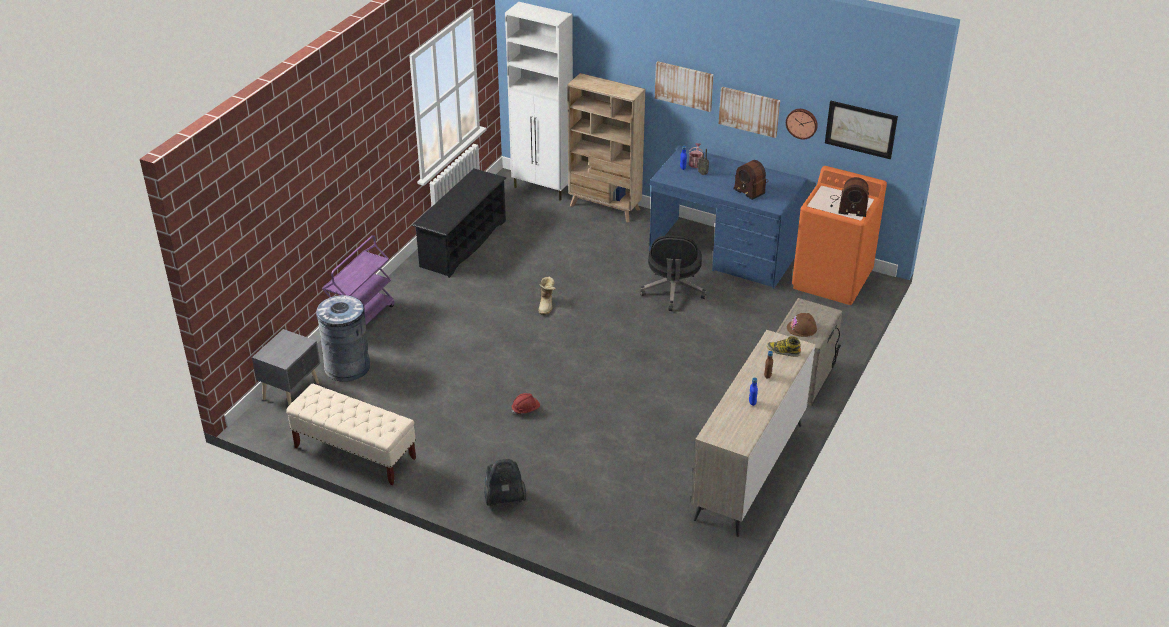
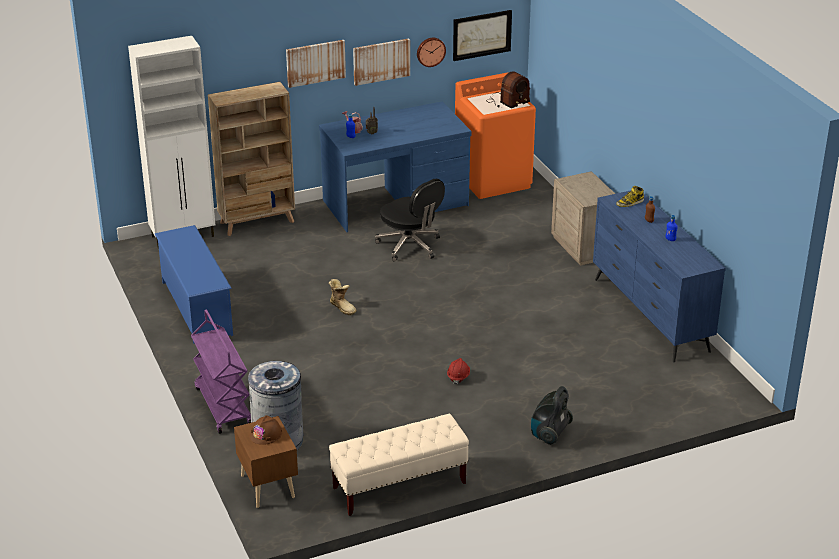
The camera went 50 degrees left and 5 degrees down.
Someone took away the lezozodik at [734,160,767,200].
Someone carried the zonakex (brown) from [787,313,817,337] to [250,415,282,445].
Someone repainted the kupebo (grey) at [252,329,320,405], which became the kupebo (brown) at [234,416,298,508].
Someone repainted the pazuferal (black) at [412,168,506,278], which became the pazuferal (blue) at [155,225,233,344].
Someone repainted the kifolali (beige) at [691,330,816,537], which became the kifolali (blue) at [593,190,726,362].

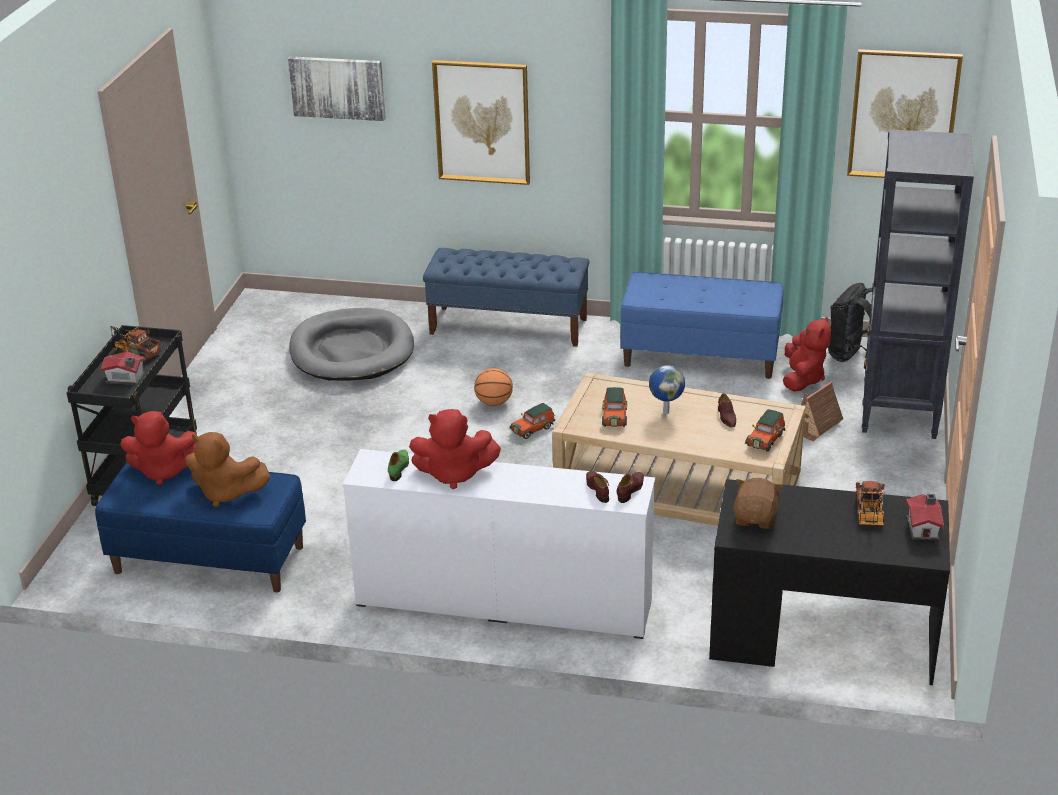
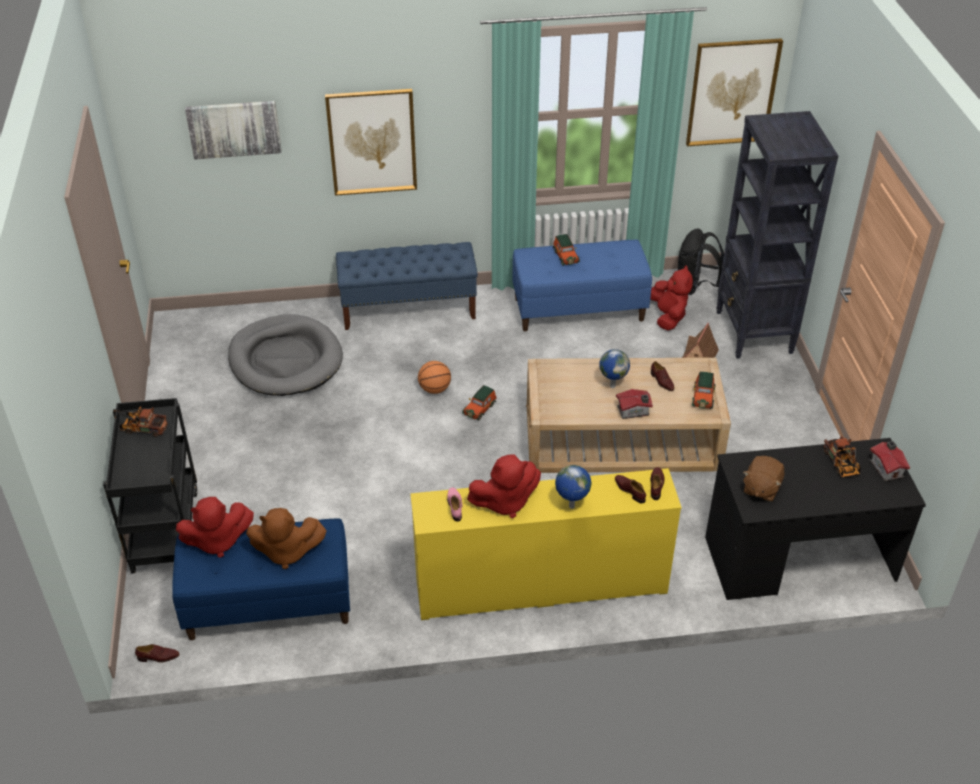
The camera went 20 degrees left and 10 degrees up.
Someone put down the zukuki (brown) at [135,644,179,663].
Someone put down the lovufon at [555,465,591,509].
Someone carried the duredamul from [101,352,146,385] to [616,389,653,419].
Someone carried the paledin from [602,387,627,427] to [553,234,580,266].
Someone repainted the kifolali (white) at [342,449,655,639], which became the kifolali (yellow) at [410,468,682,620].
Someone repainted the zukuki (green) at [388,450,409,481], which became the zukuki (pink) at [447,487,463,522].
Someone rotated the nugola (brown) at [734,478,783,529] by 150 degrees counterclockwise.

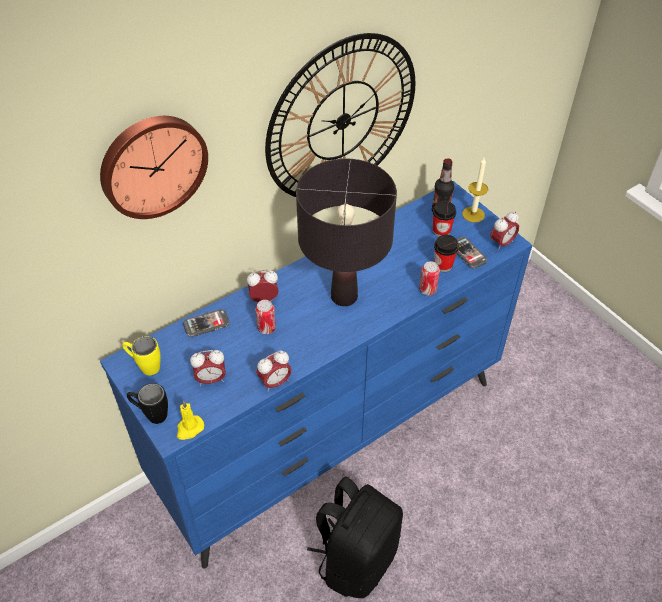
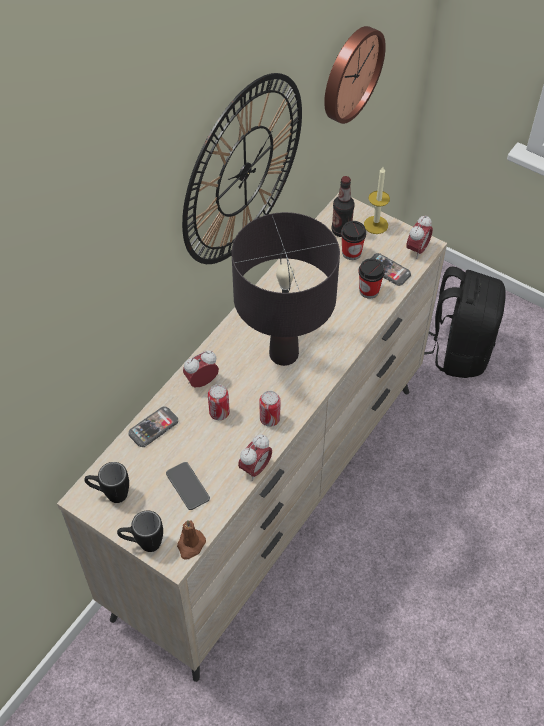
The camera went 20 degrees left and 5 degrees up.
Someone carried the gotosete from [100,116,208,219] to [324,26,386,124].
Someone carried the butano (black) from [307,477,403,598] to [424,267,506,378].
Someone carried the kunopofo from [419,261,440,295] to [259,391,281,427].
Someone swapped the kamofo at [190,350,226,386] for the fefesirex at [166,462,210,510].
Someone repainted the kifolali (blue) at [100,181,532,569], which became the kifolali (beige) at [57,193,447,682].
Someone repainted the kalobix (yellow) at [123,336,161,375], which became the kalobix (black) at [84,462,129,503].
Someone repainted the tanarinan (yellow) at [177,401,204,440], which became the tanarinan (brown) at [177,520,206,560].

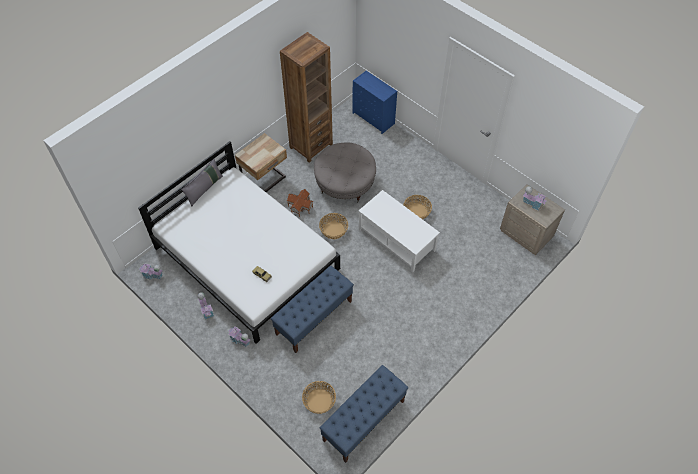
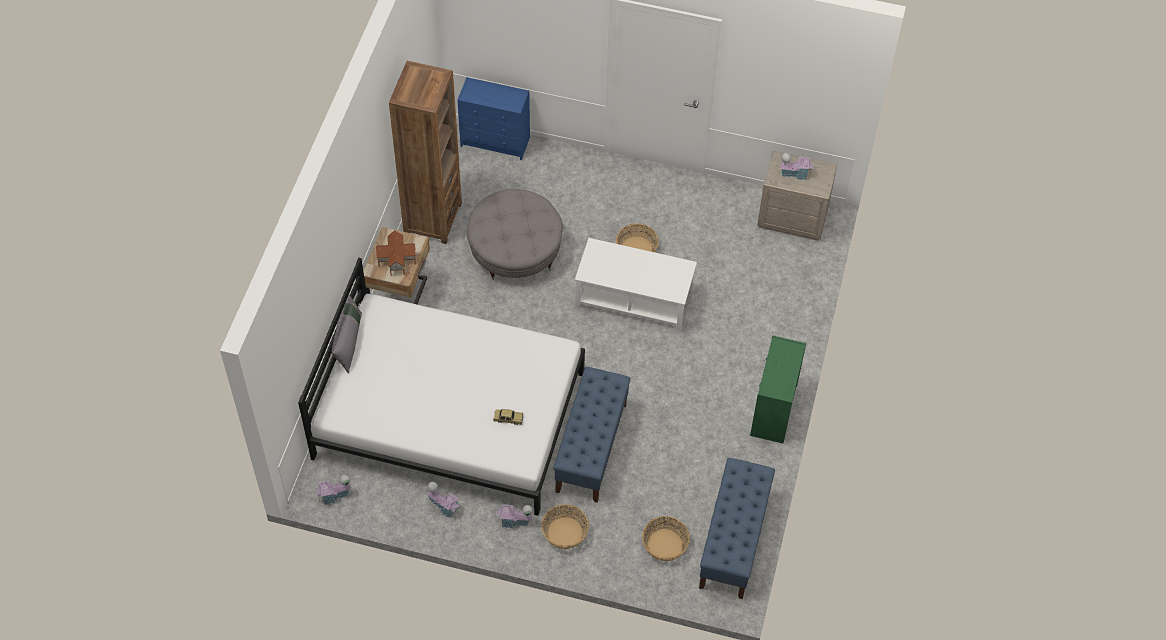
The camera went 30 degrees left and 0 degrees up.
Someone put down the kifolali (green) at [750,335,806,443].
Someone carried the duredamul from [287,189,313,217] to [376,230,416,276].
Someone carried the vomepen from [319,213,348,239] to [541,504,589,549].

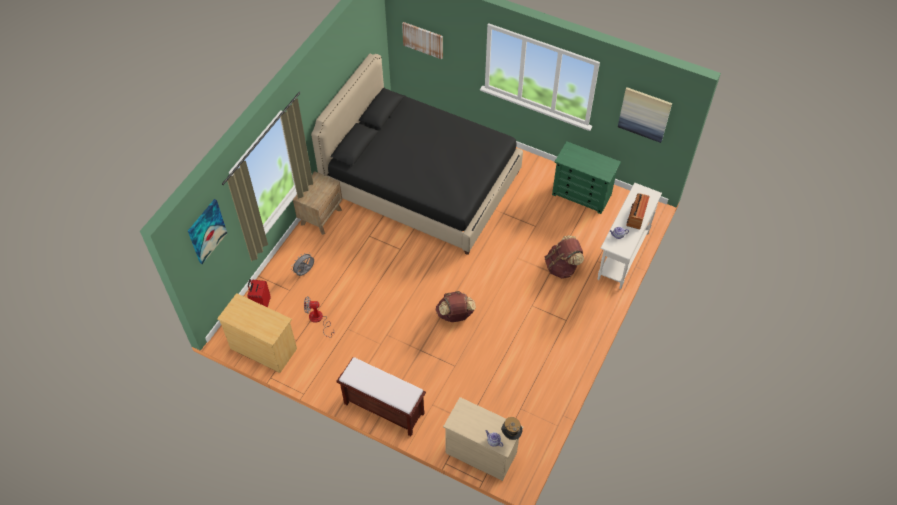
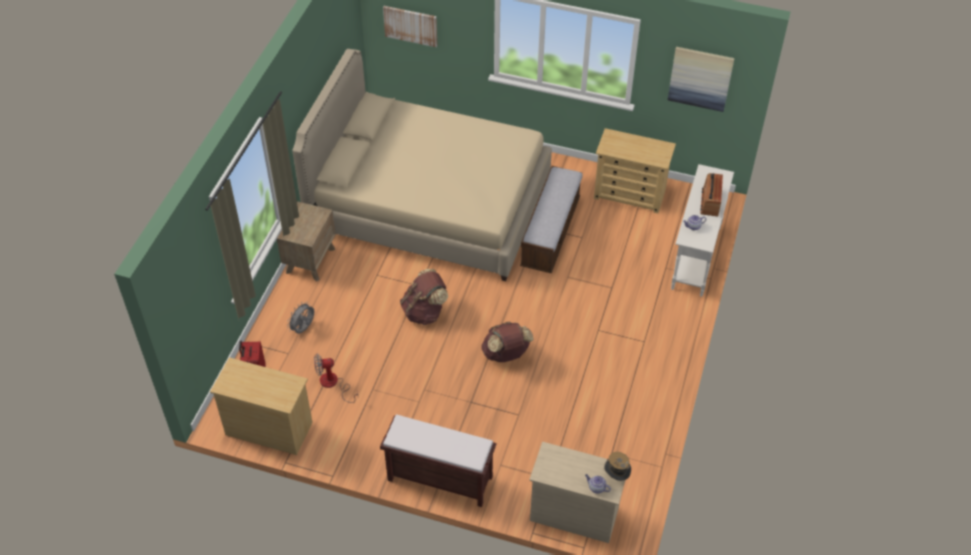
The camera went 10 degrees left and 5 degrees down.
Someone took away the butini at [188,199,227,264].
Someone put down the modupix at [520,166,583,274].
Someone carried the butano (brown) from [545,236,584,279] to [400,269,448,325].
Someone repainted the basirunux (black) at [311,54,523,255], which became the basirunux (beige) at [292,49,552,281].
Someone repainted the kifolali (green) at [552,141,621,214], which became the kifolali (beige) at [594,128,676,213].

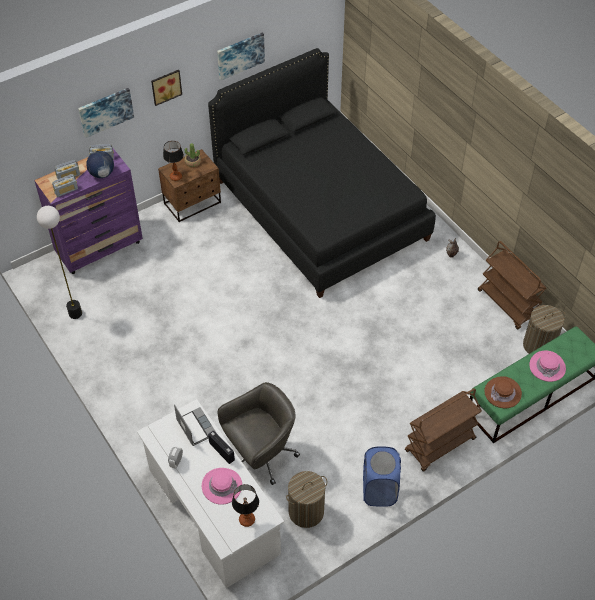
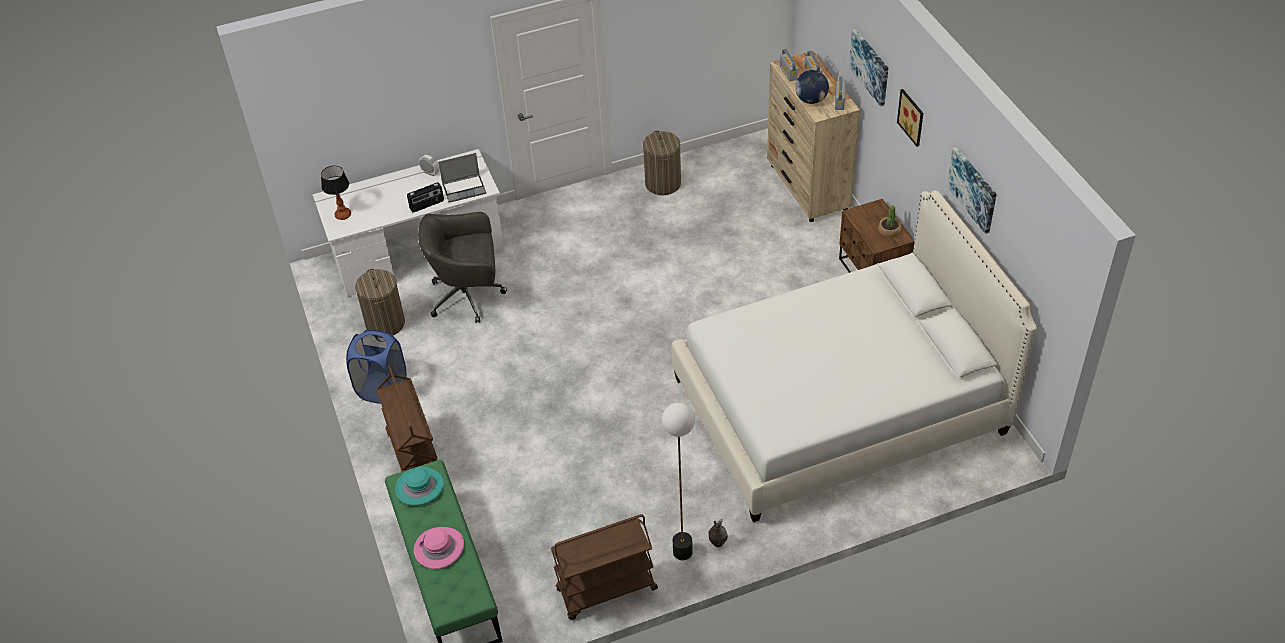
The camera went 105 degrees right and 5 degrees down.
Someone took away the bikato at [163,141,184,181].
Someone took away the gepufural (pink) at [202,468,242,505].
Someone carried the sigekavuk from [37,206,82,319] to [662,403,695,560].
Someone carried the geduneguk from [523,305,566,354] to [643,131,681,195].
Someone repainted the kifolali (purple) at [34,147,143,274], which became the kifolali (beige) at [767,51,860,222].
Someone repainted the basirunux (black) at [208,48,436,298], which became the basirunux (white) at [671,190,1037,522].
Someone repainted the gepufural (brown) at [484,376,522,408], which became the gepufural (turquoise) at [395,467,444,506].
Someone rotated the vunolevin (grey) at [217,382,300,485] by 105 degrees clockwise.

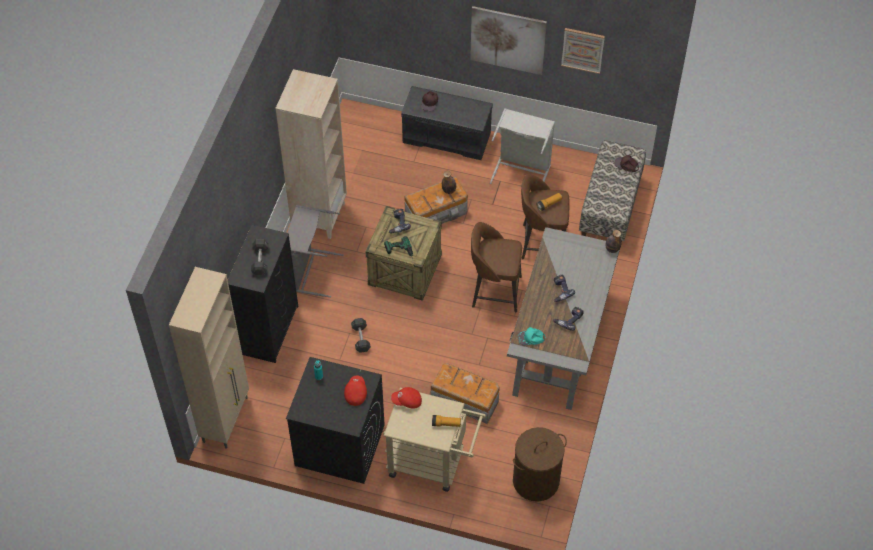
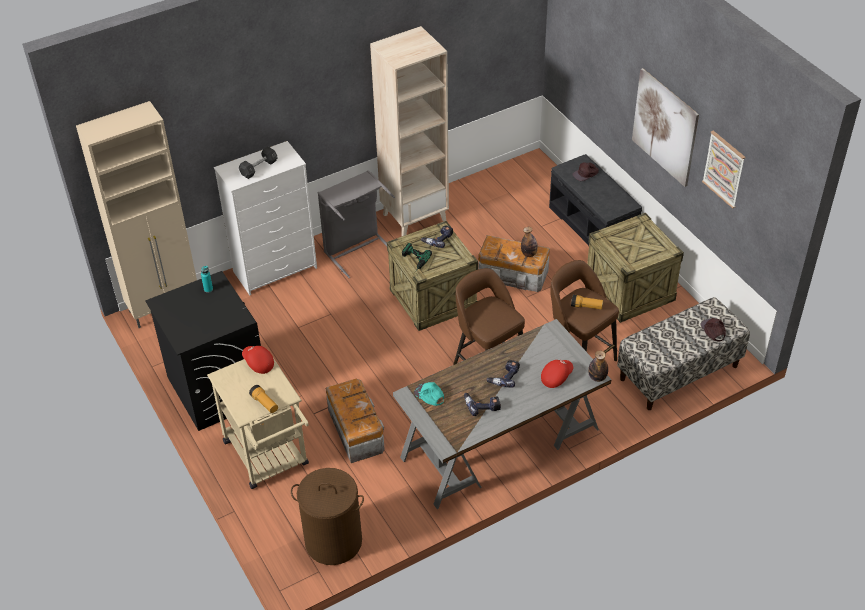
The camera went 45 degrees right and 10 degrees down.
Someone took away the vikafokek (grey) at [351,318,371,353].
Someone carried the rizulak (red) from [344,375,367,406] to [541,360,573,388].
Someone swapped the geduneguk (grey) at [490,108,555,184] for the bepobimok at [587,213,684,323].
Someone repainted the kifolali (black) at [228,225,298,363], which became the kifolali (white) at [214,141,317,295].

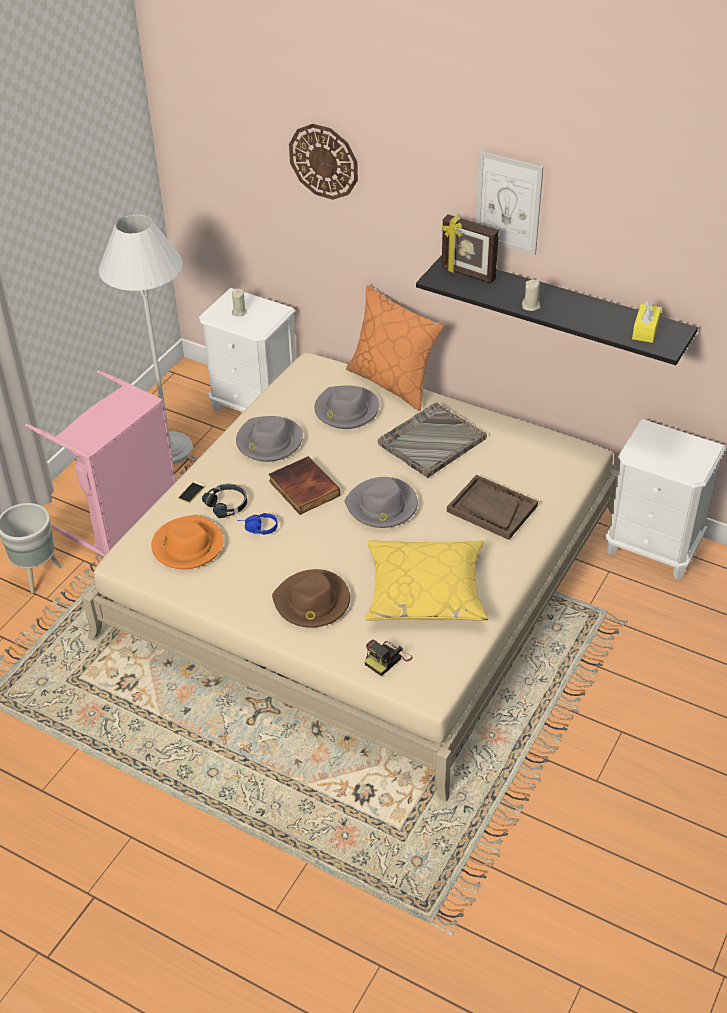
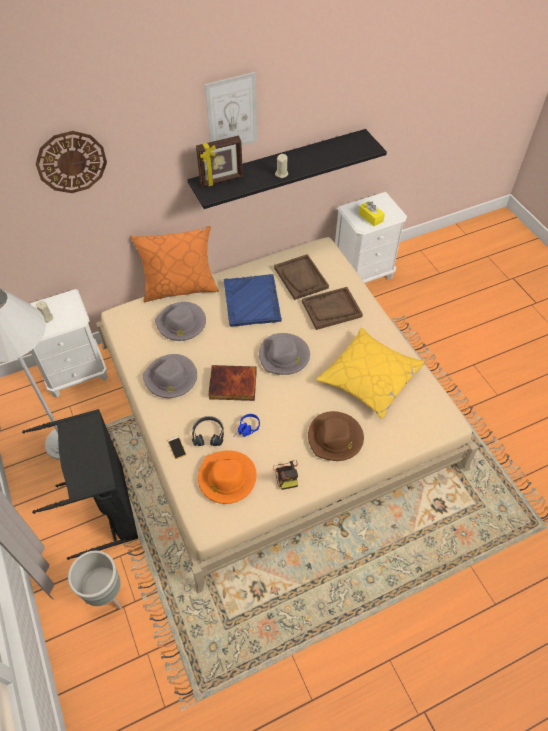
The camera went 55 degrees left and 10 degrees up.
Someone put down the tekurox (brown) at [274,254,329,300].
Someone carried the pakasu from [364,640,412,676] to [273,460,298,490].
Someone carried the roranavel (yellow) from [632,301,661,343] to [359,201,385,226].
Someone repainted the geduneguk (pink) at [25,370,176,557], which became the geduneguk (black) at [22,409,138,560].
Someone repainted the tekurox (grey) at [378,402,487,478], which became the tekurox (blue) at [224,274,282,327].

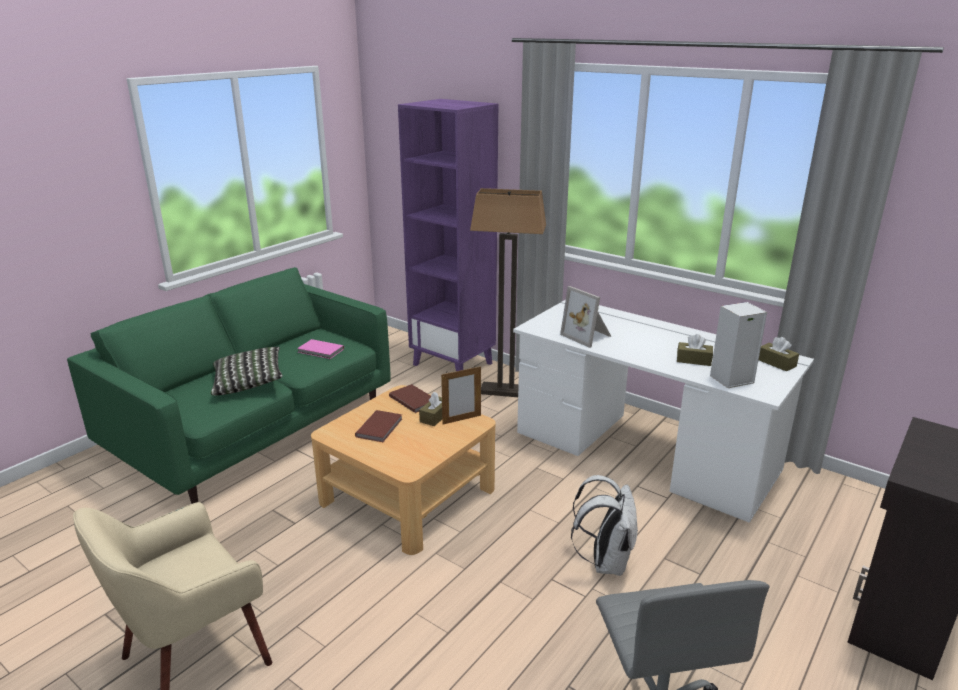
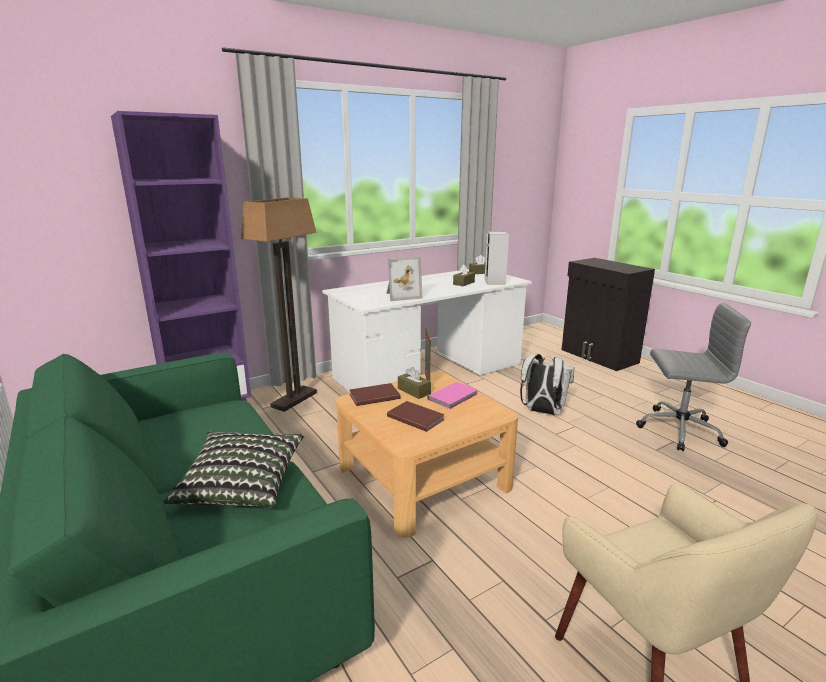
The camera went 70 degrees left and 5 degrees down.
Someone carried the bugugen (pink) from [297,339,344,359] to [427,382,478,409].

